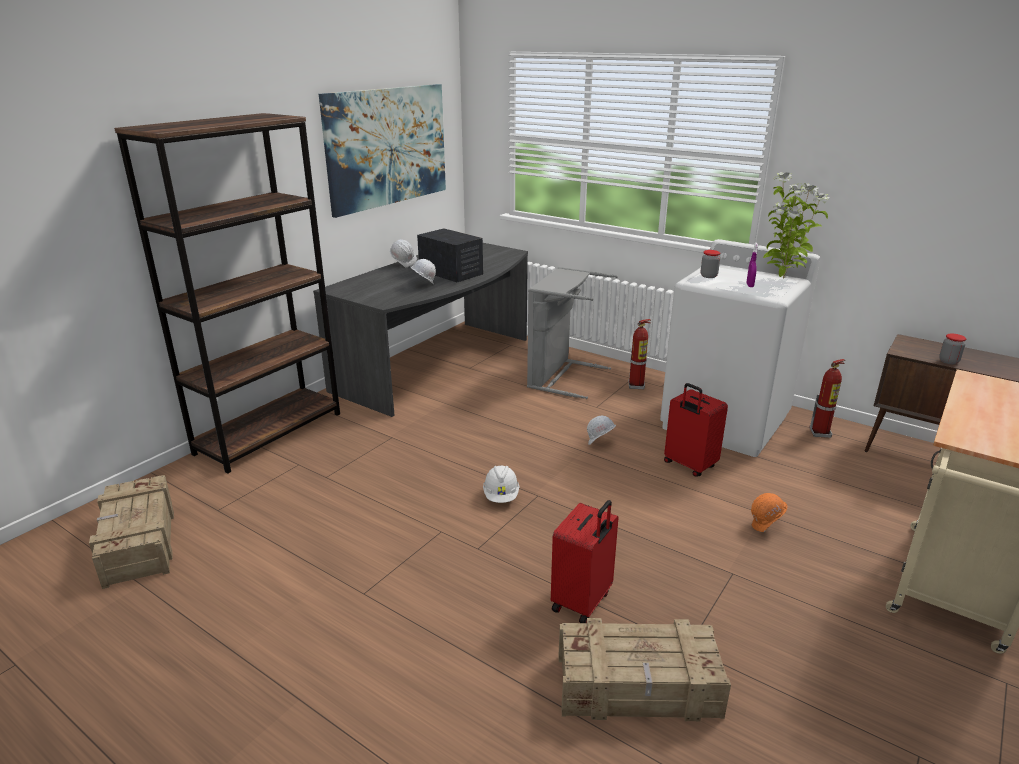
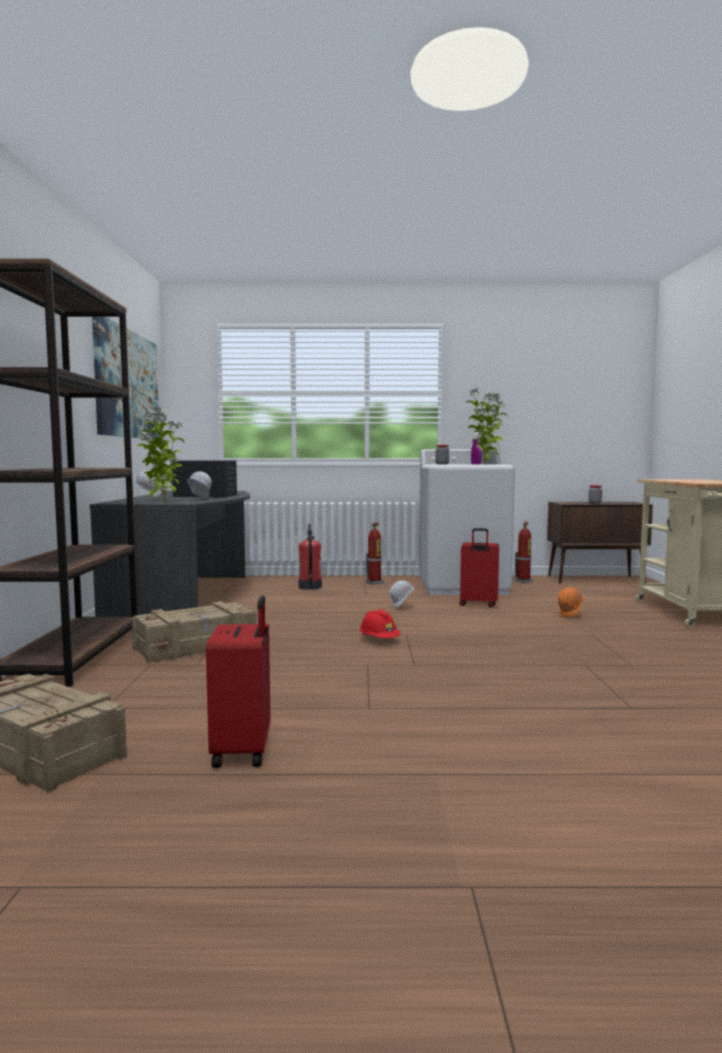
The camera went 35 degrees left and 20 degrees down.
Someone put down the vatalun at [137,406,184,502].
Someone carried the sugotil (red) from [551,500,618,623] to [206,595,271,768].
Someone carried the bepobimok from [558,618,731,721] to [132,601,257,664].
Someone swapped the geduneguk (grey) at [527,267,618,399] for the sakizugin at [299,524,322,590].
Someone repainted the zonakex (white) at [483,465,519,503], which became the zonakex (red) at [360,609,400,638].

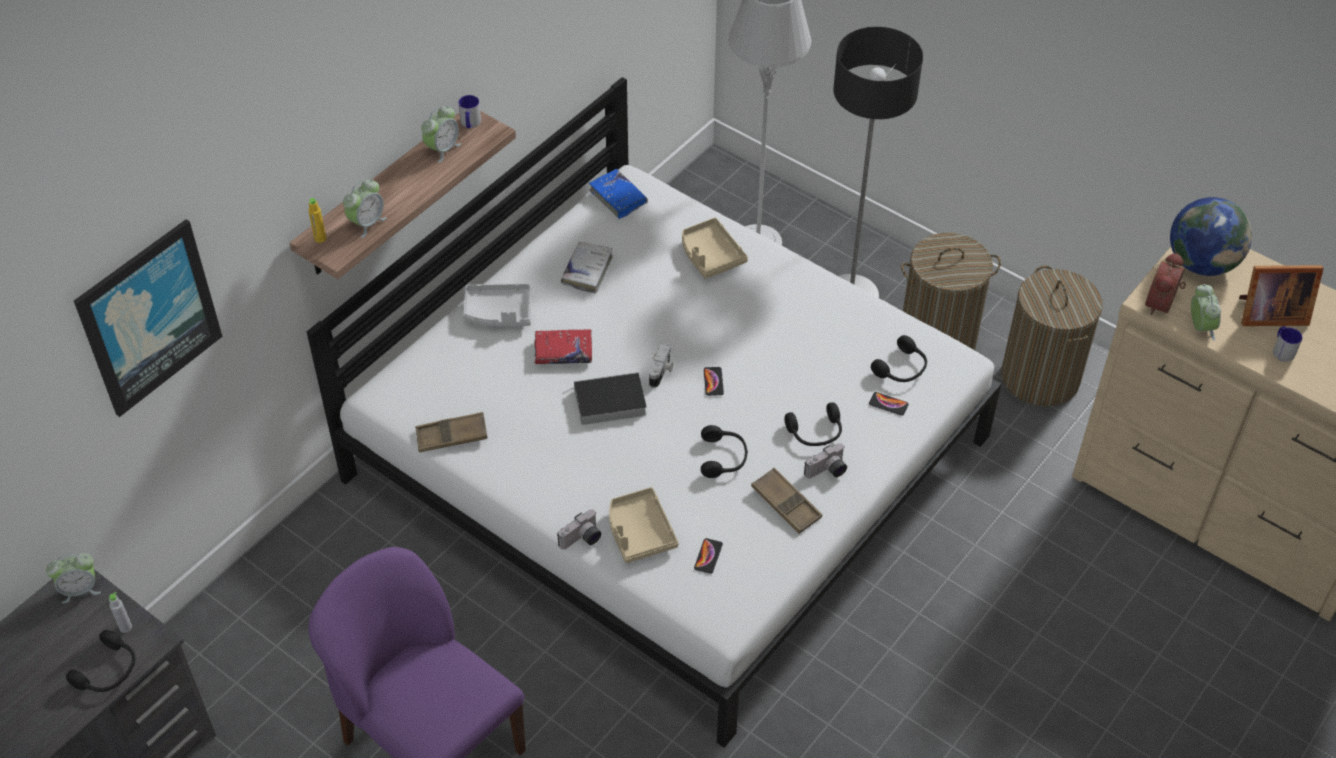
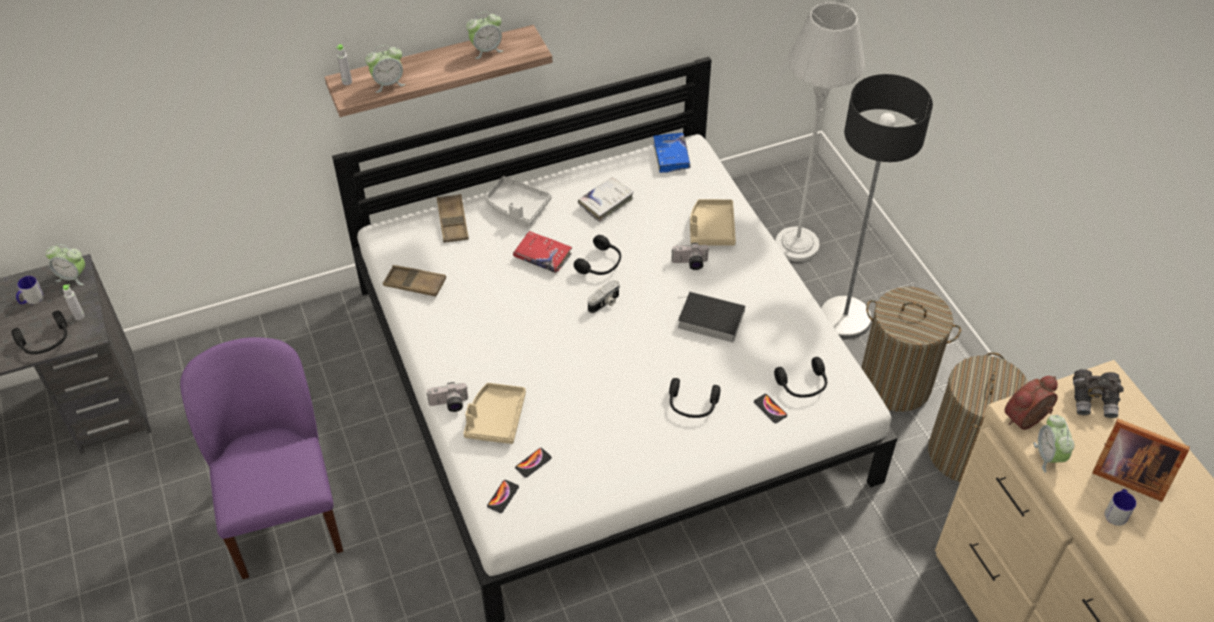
The camera went 30 degrees right and 0 degrees up.
Someone took away the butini at [74,219,223,417].
Someone carried the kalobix from [458,95,481,128] to [16,276,44,304].
Someone carried the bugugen from [563,372,647,425] to [678,291,745,342].
Someone carried the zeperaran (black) from [701,425,748,478] to [574,235,621,275].
Someone carried the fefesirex from [704,367,724,396] to [487,480,519,513].
Someone carried the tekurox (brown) from [751,468,822,534] to [437,194,469,243].
Someone carried the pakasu from [804,443,847,478] to [671,243,710,270].
Someone swapped the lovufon at [1170,197,1252,276] for the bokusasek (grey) at [1073,369,1123,418].
Someone repainted the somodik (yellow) at [308,198,326,243], which became the somodik (grey) at [336,44,352,85].
Someone rotated the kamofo at [1191,284,1221,340] by 150 degrees clockwise.

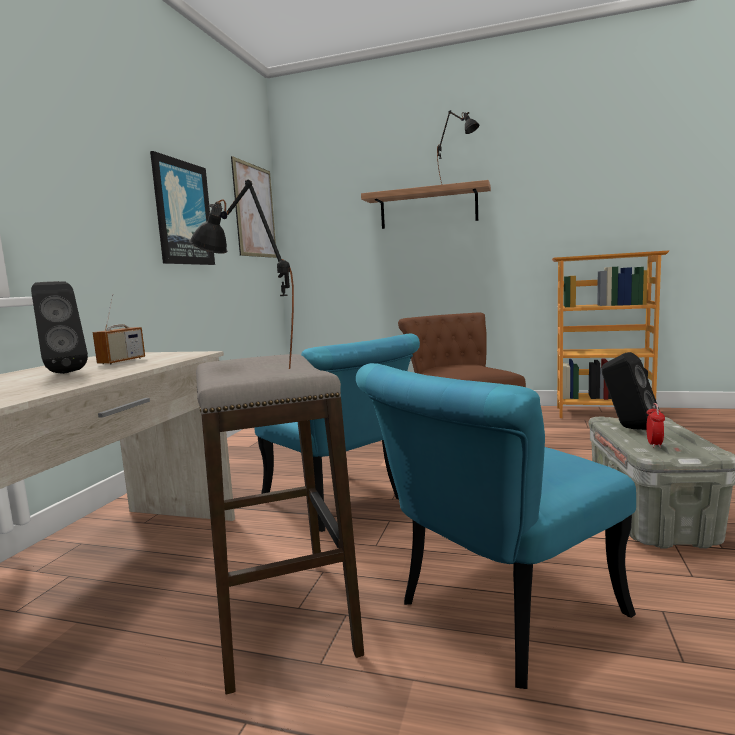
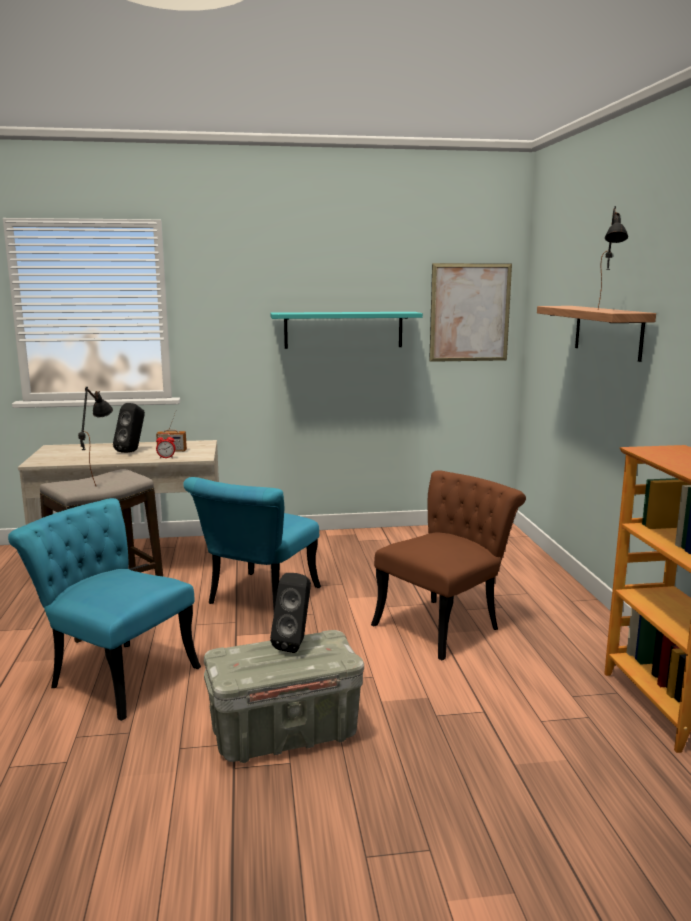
The camera went 65 degrees right and 5 degrees up.
Someone carried the kamofo from [646,403,665,448] to [156,433,175,458].
Someone swapped the butini at [150,151,215,265] for the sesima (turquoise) at [270,312,423,349].

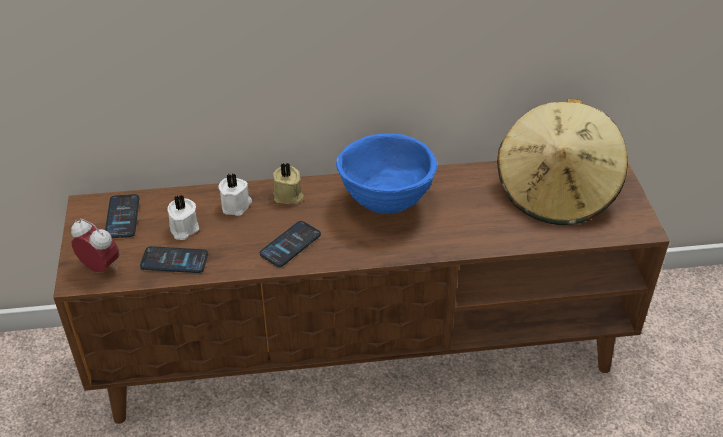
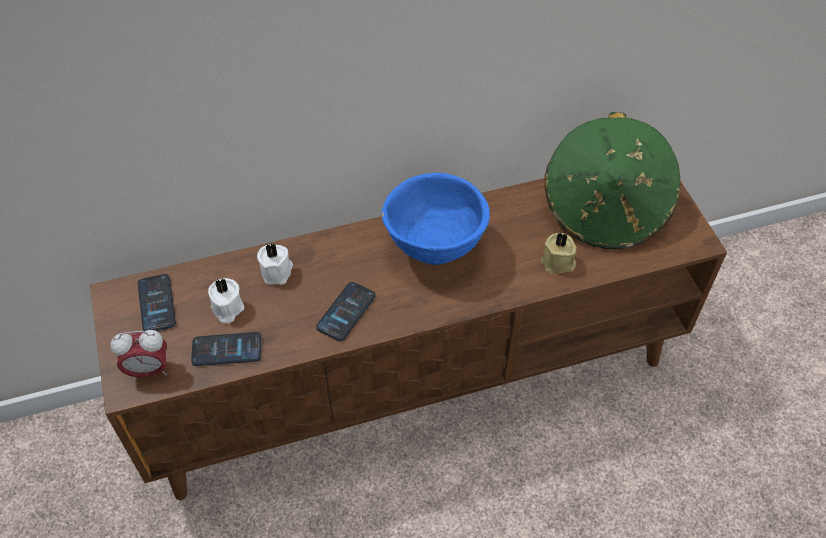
The camera went 10 degrees left and 10 degrees up.
Someone carried the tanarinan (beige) from [273,162,304,204] to [541,232,576,274].
Someone repainted the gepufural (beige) at [497,99,628,225], which became the gepufural (green) at [544,112,680,249].
Someone rotated the kamofo at [71,219,119,273] by 150 degrees clockwise.

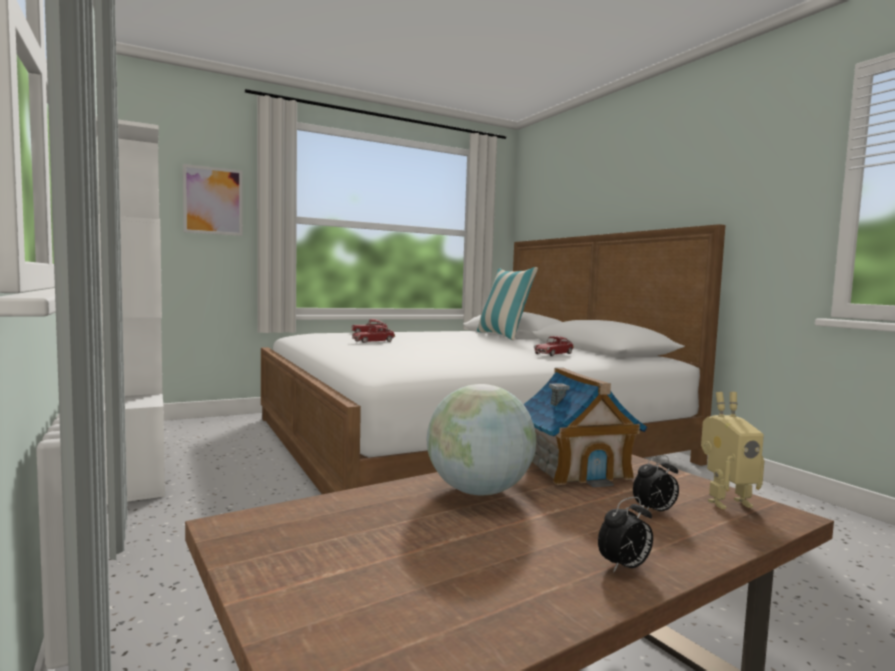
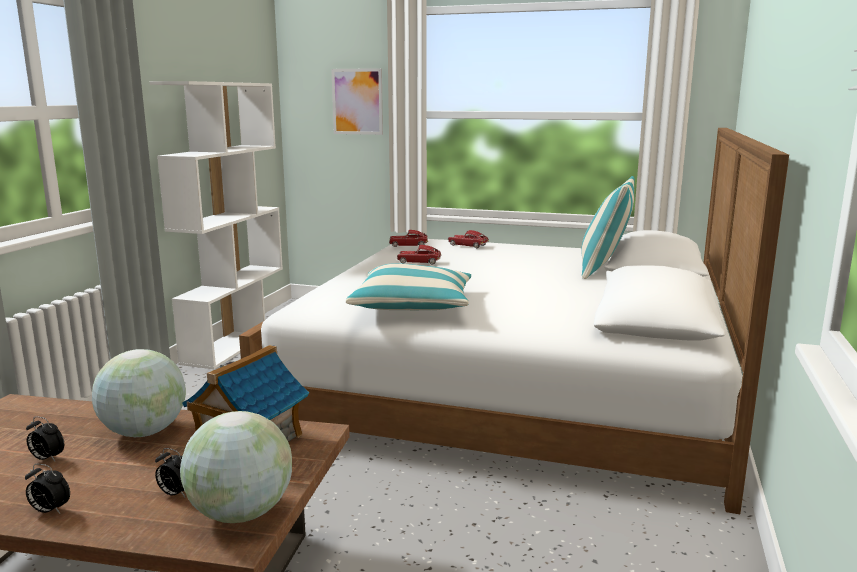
The camera went 45 degrees right and 10 degrees up.
Someone put down the kamofo at [26,416,64,461].
Someone put down the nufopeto at [346,263,471,310].
Someone carried the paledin from [534,336,574,356] to [389,230,428,247].
Someone swapped the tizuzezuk at [701,392,764,509] for the lovufon at [180,411,292,523].

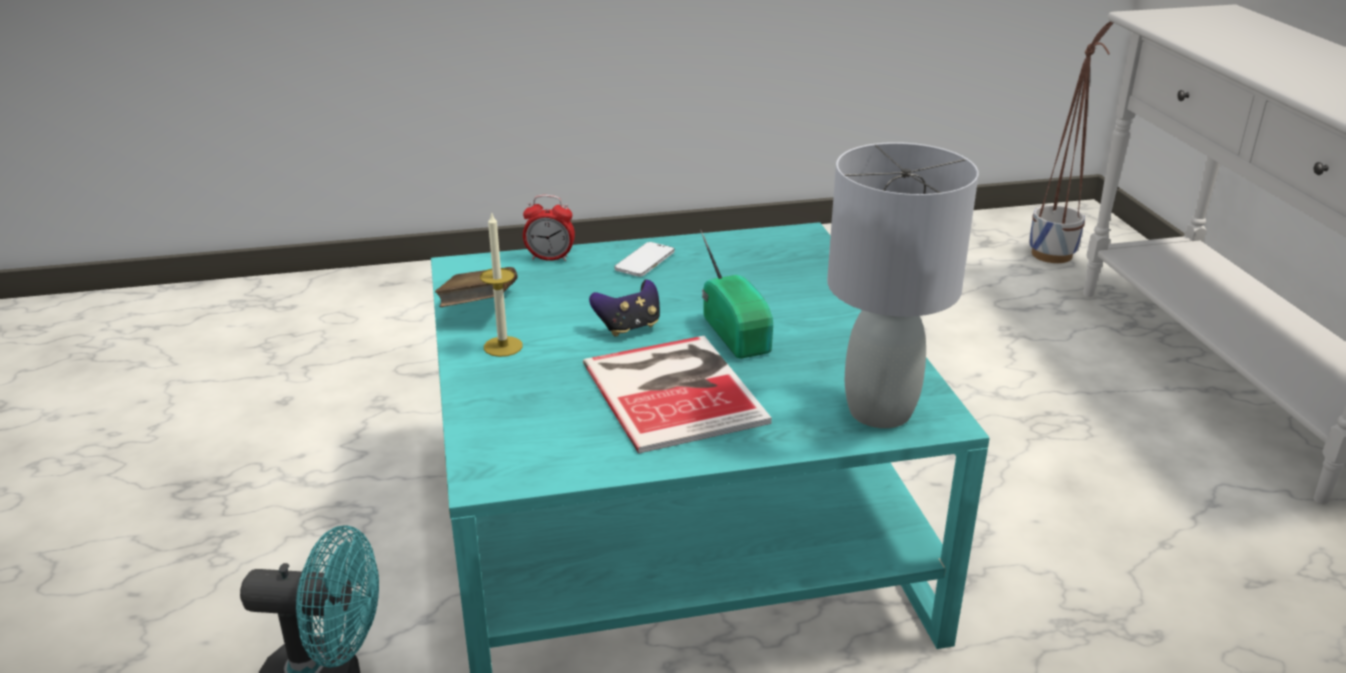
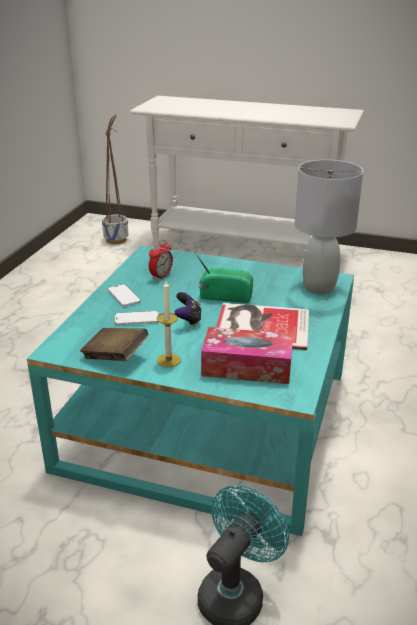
The camera went 60 degrees left and 0 degrees up.
Someone put down the fefesirex at [115,311,159,325].
Someone put down the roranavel at [201,327,293,384].
Someone carried the kamofo from [523,195,575,261] to [149,239,173,281].

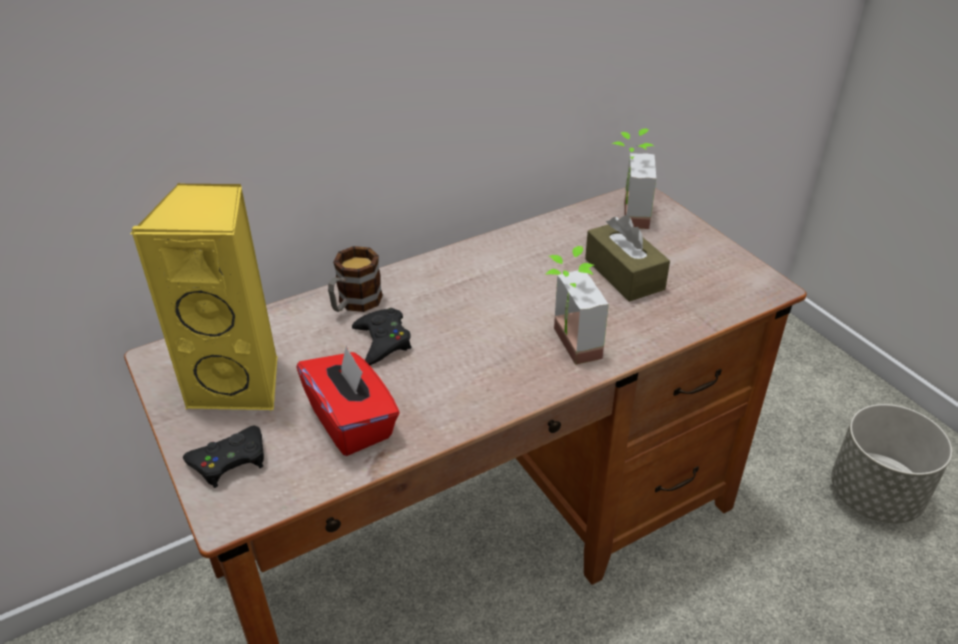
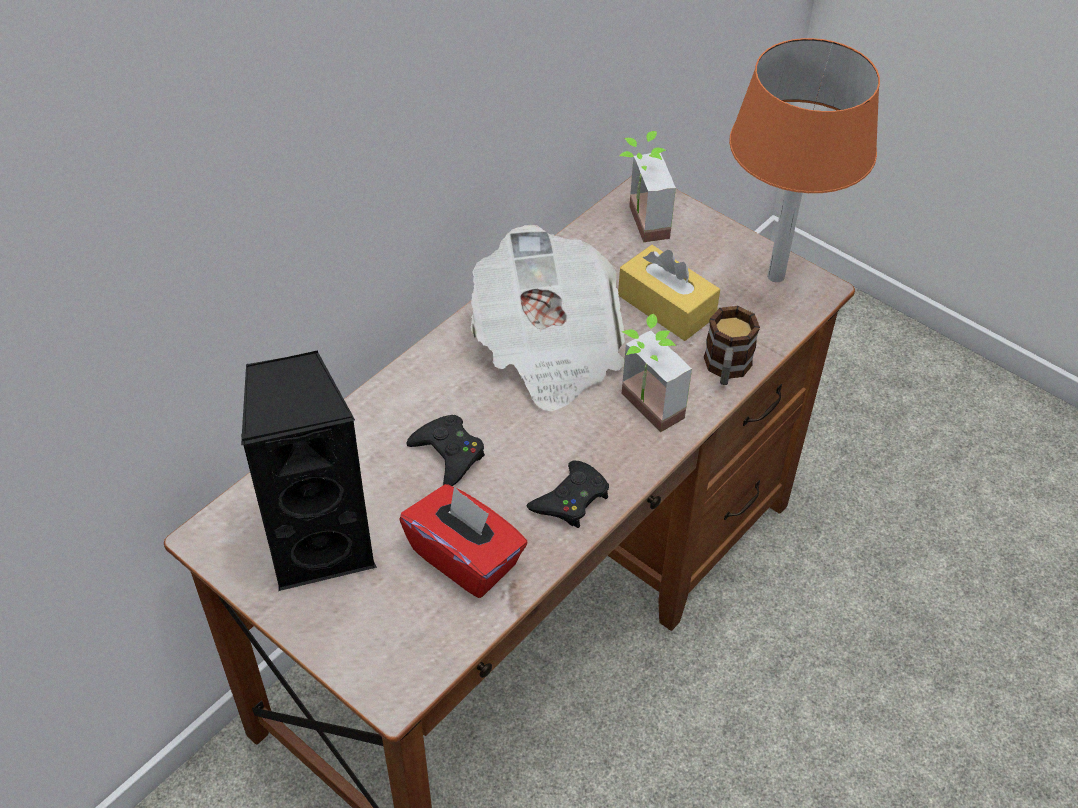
The camera went 20 degrees left and 10 degrees up.
Someone took away the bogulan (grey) at [831,404,952,523].
Someone put down the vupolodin at [470,225,625,412].
Someone put down the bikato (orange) at [729,38,880,282].
Someone carried the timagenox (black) from [183,426,264,488] to [527,461,609,528].
Someone carried the kalobix from [328,246,383,312] to [704,306,760,385].
Someone repainted the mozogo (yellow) at [130,183,277,411], which became the mozogo (black) at [241,350,377,591].
Someone repainted the roranavel (brown) at [585,215,670,302], which became the roranavel (yellow) at [618,245,720,341].

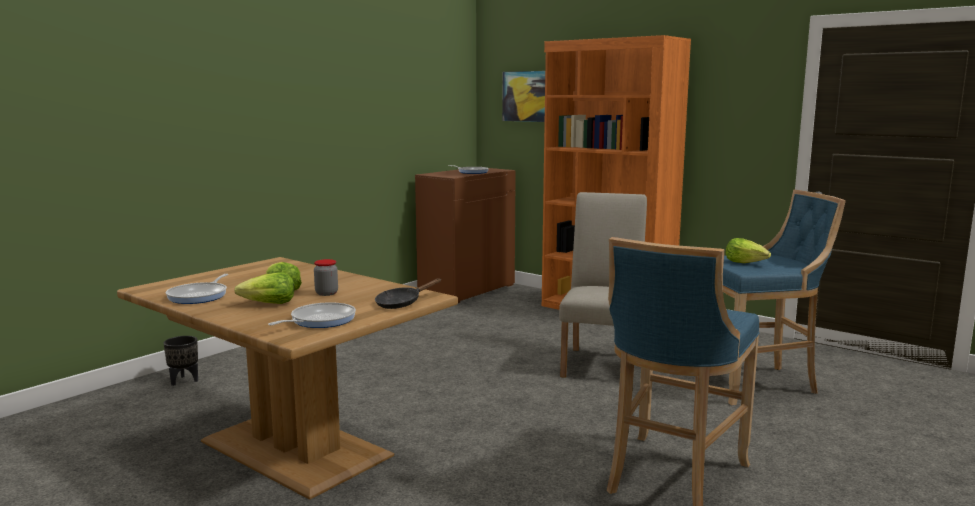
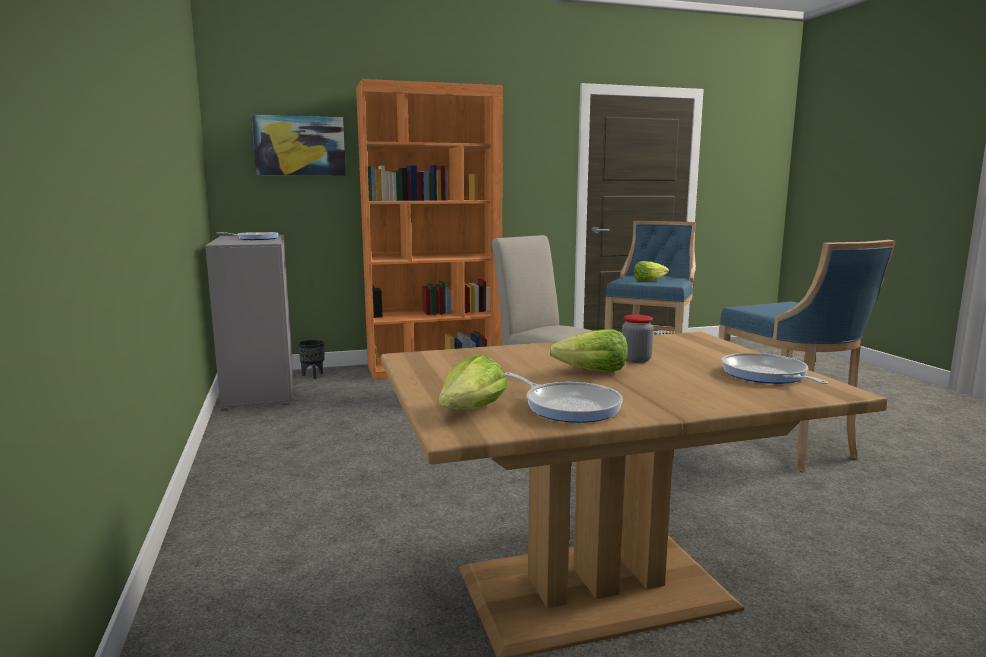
The camera went 55 degrees left and 0 degrees up.
Someone took away the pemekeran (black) at [375,278,441,309].
Someone carried the bogulan (black) from [163,336,198,386] to [298,340,325,379].
Someone carried the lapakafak from [235,272,294,304] to [439,354,507,410].
Someone repainted the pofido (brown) at [415,168,516,303], which became the pofido (grey) at [205,235,293,411].

